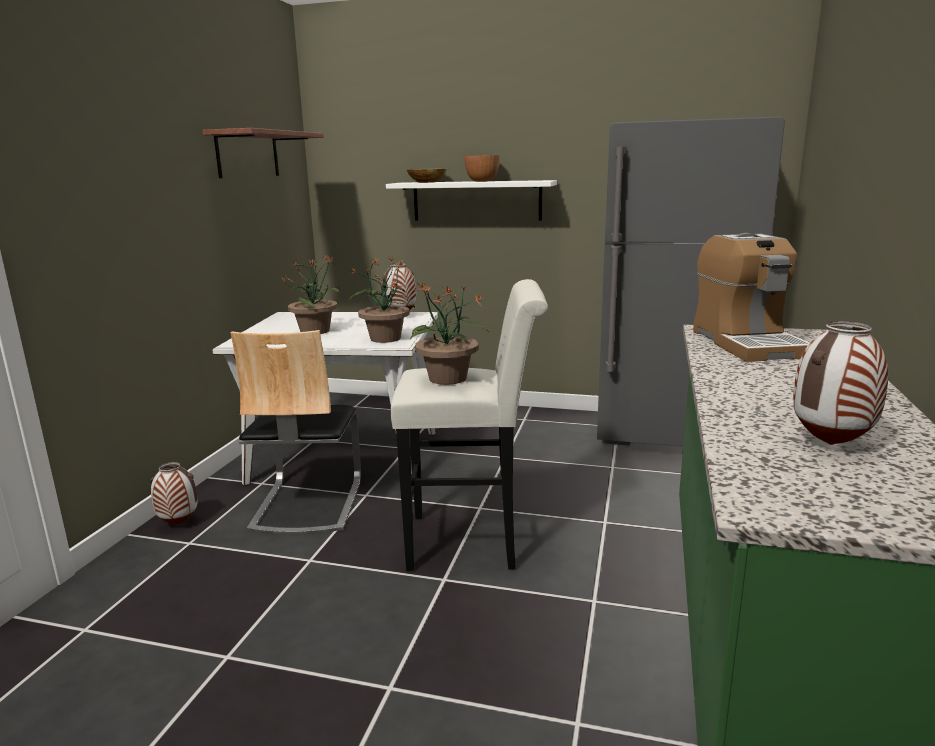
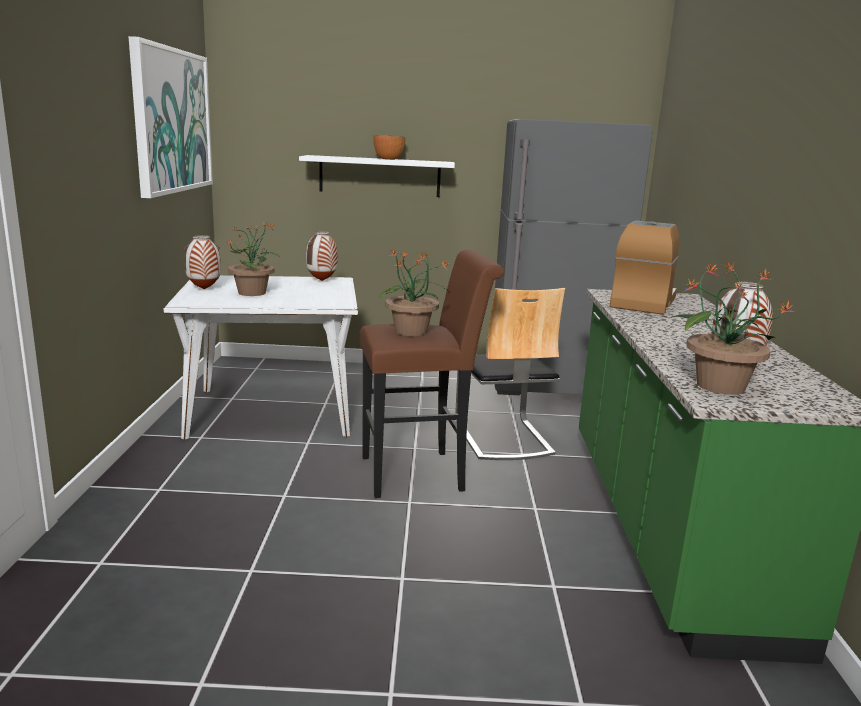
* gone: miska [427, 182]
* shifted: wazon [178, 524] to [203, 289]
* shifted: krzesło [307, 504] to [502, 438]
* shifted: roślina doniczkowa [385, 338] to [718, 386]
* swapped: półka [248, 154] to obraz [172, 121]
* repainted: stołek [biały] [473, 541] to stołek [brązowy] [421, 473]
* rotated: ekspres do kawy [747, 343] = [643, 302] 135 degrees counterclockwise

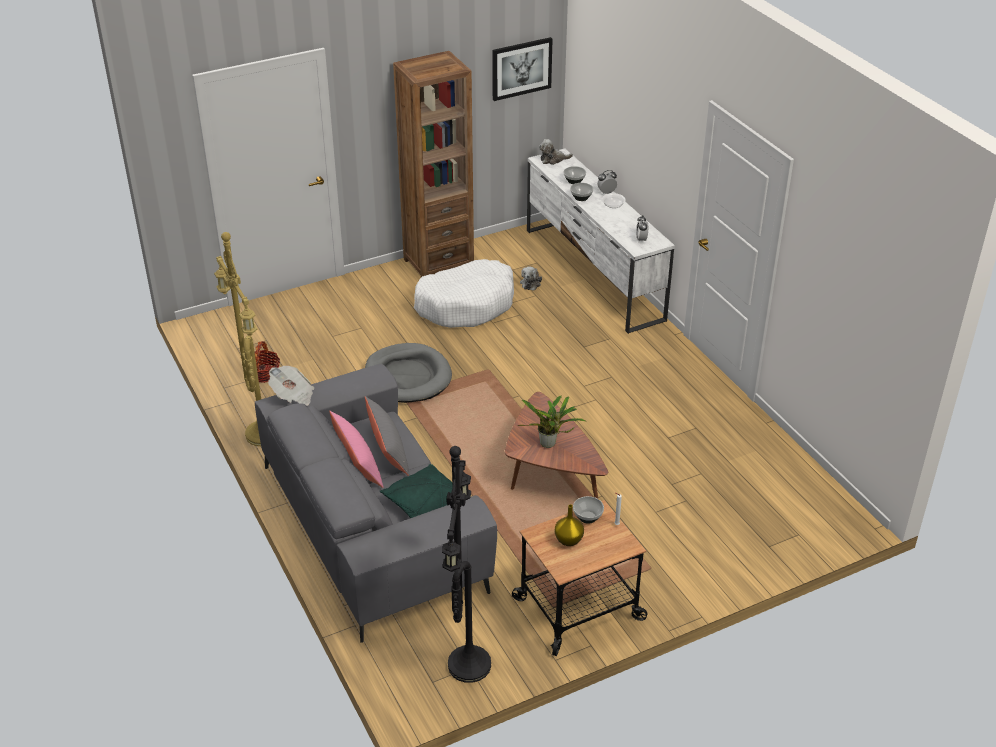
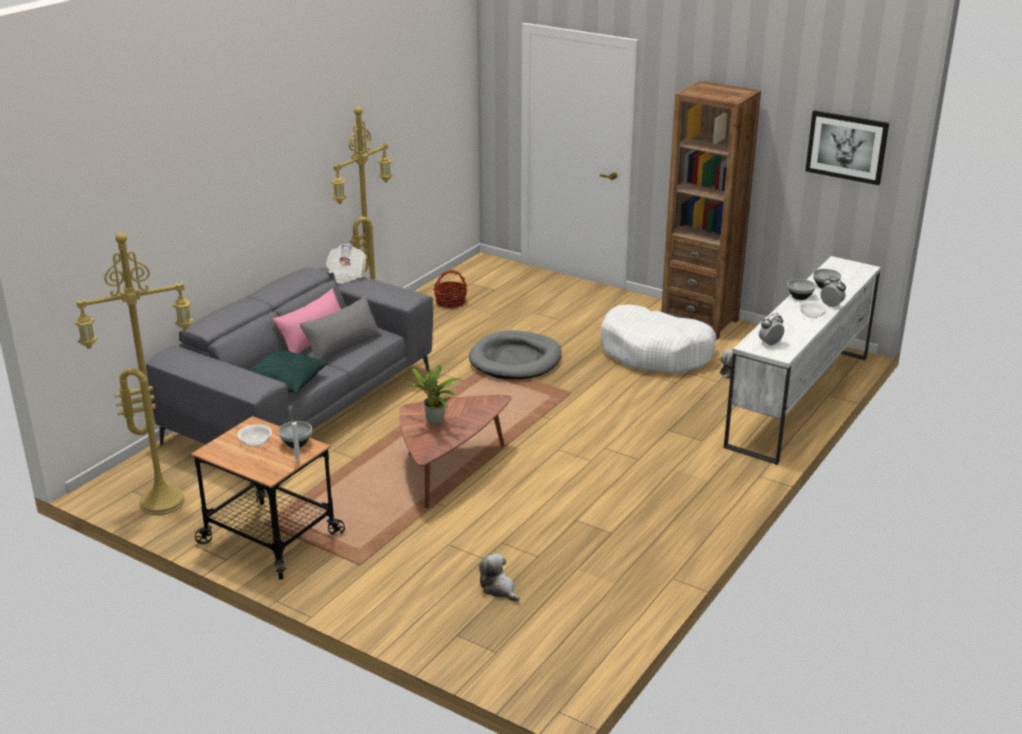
* shifted: pluszak [553, 159] to [499, 589]
* swapped: wazon [żółty] [568, 540] to miska [255, 442]
* repainted: lampa stojąca [czarny] [466, 663] to lampa stojąca [żółty] [163, 500]

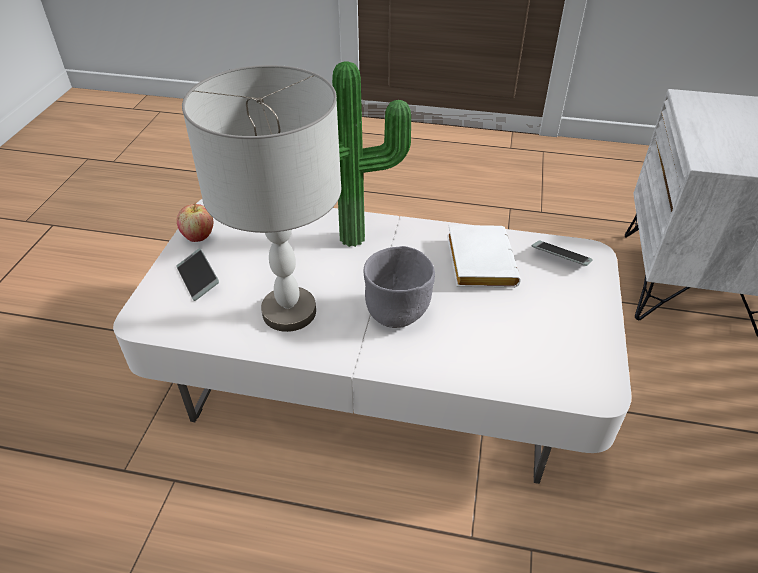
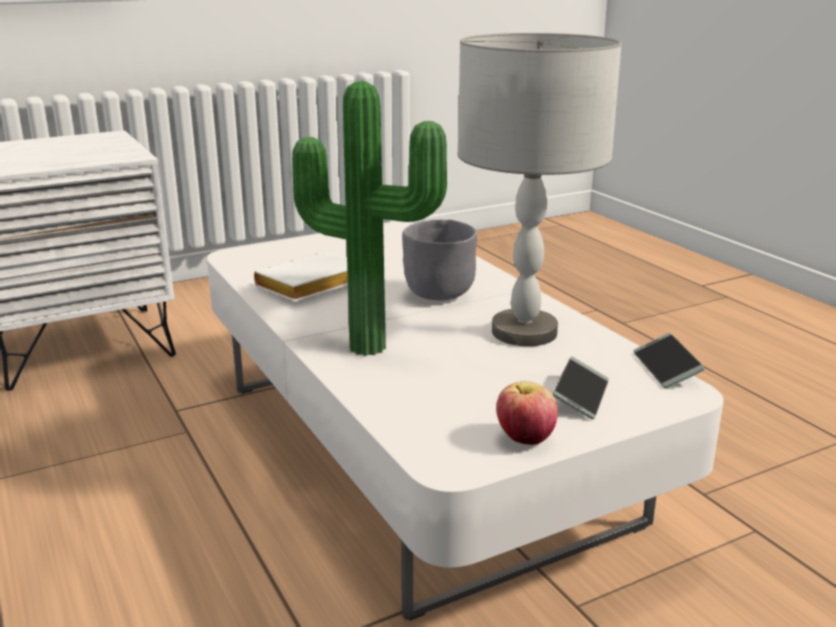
* shifted: telefon [560, 258] to [666, 368]

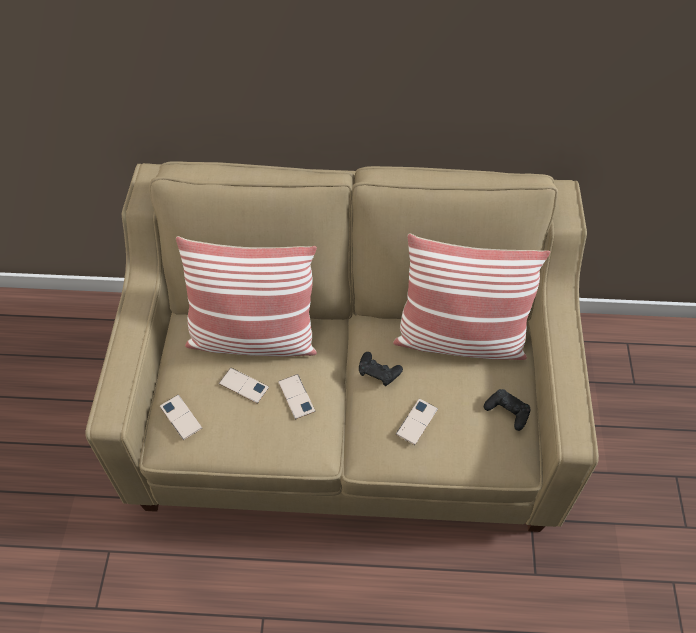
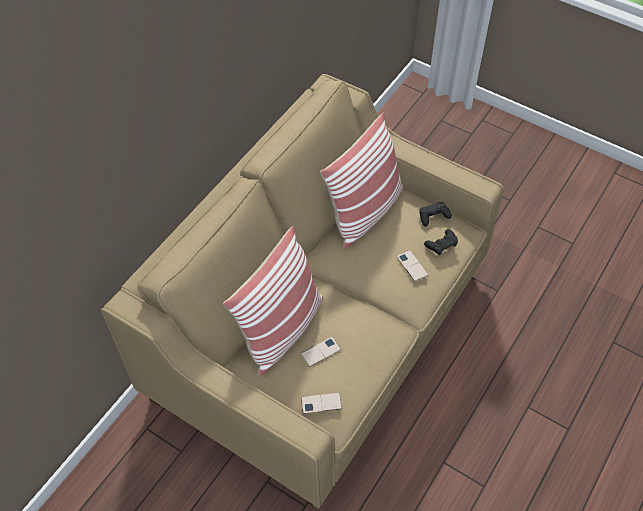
* gone: telefon [296, 396]
* shifted: pad do gier [czarny] [378, 371] to [441, 244]

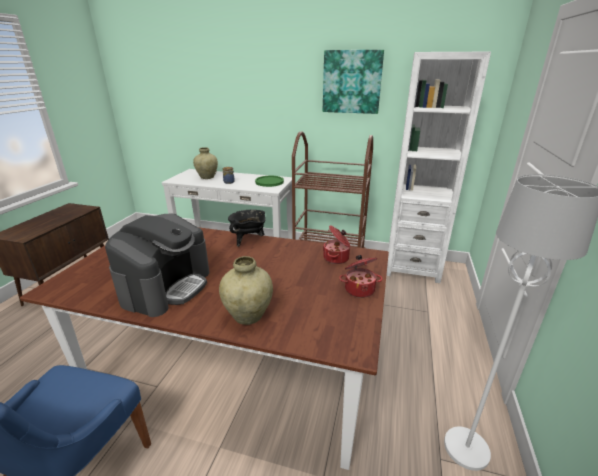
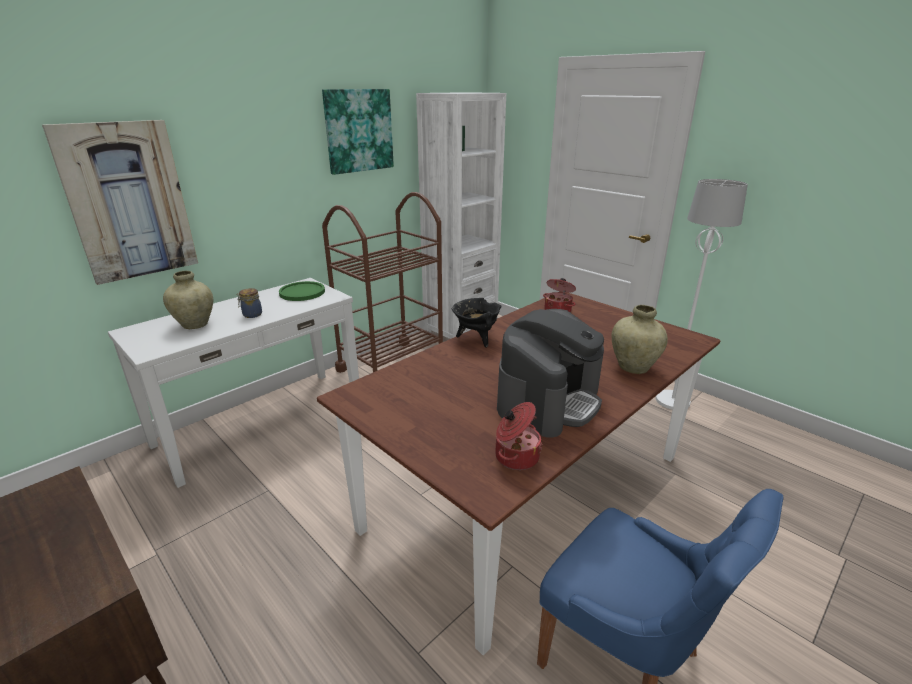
* new: obraz [128, 201]
* shifted: garnek [359, 289] to [515, 456]
* rotated: ekspres do kawy [167, 286] = [549, 401] 75 degrees clockwise

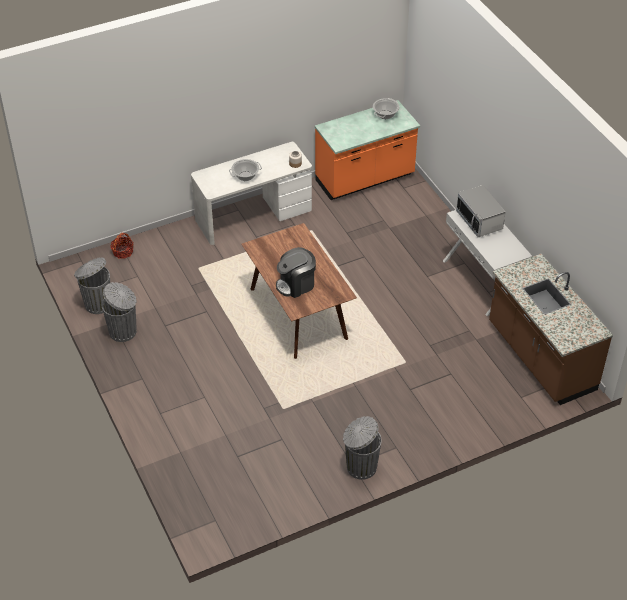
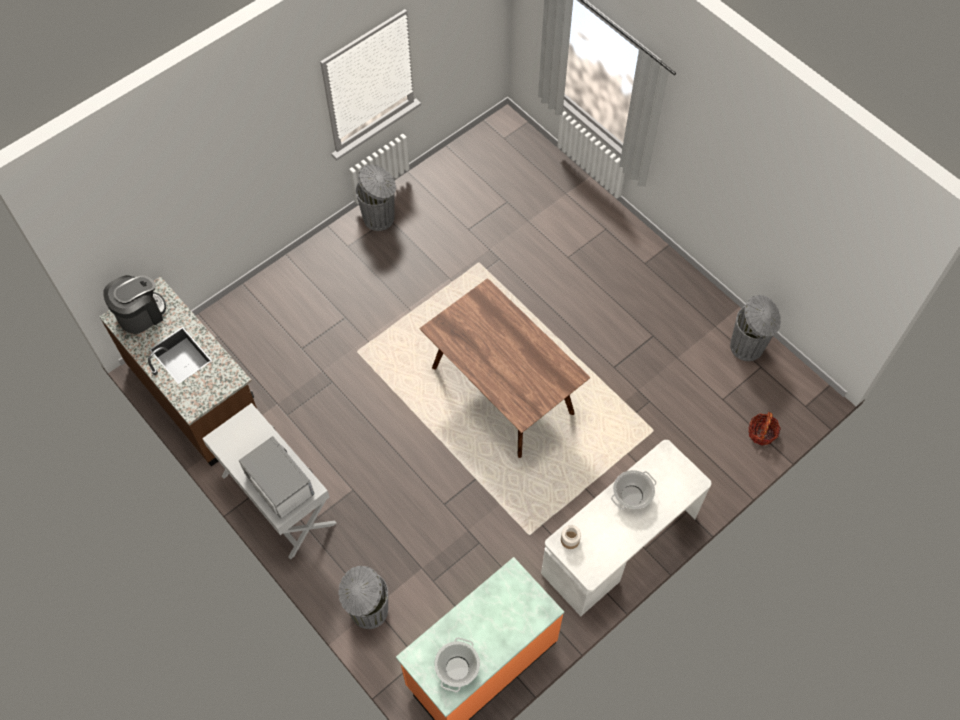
* shifted: kosz na śmieci [szary] [124, 331] to [368, 611]
* shifted: ekspres do kawy [296, 284] to [140, 314]

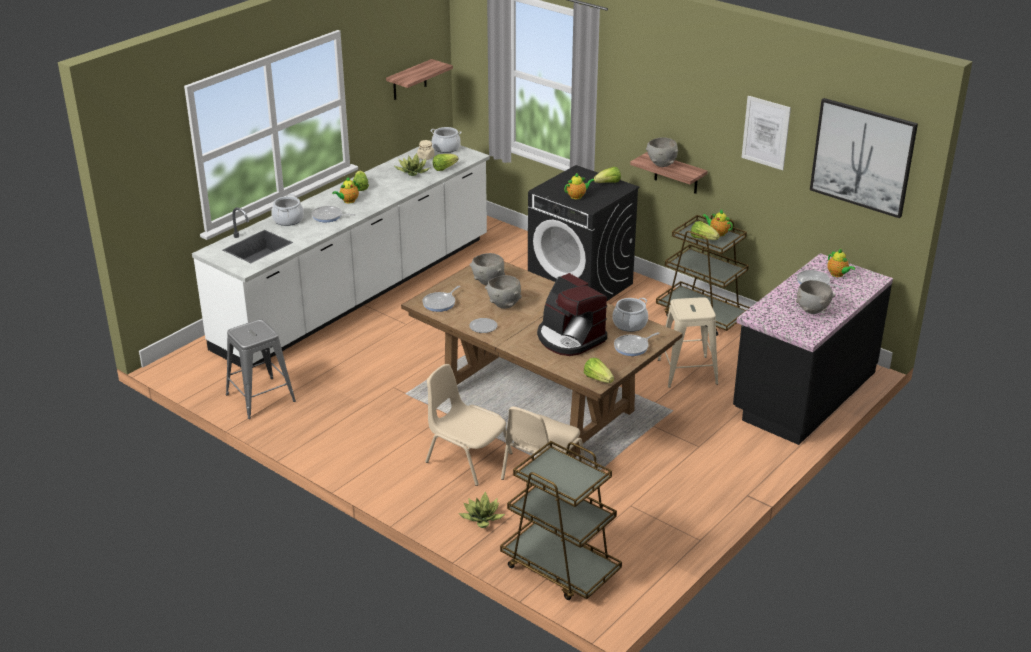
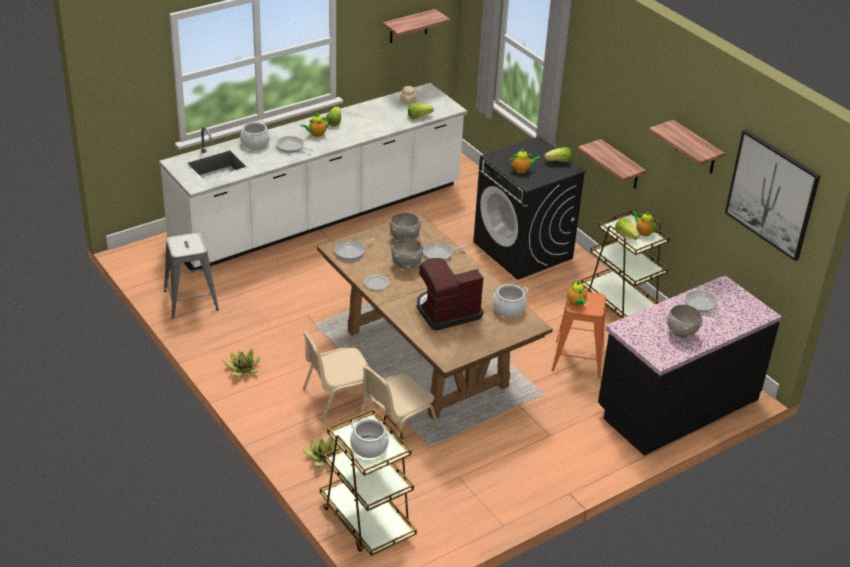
* gone: sałata [598, 379]
* gone: miska [szary] [661, 164]
* shifted: roślina doniczkowa [412, 172] to [242, 369]
* shifted: garnek [446, 148] to [369, 447]
* shifted: patelnia [633, 347] to [439, 254]
* shifted: imbryk [838, 275] to [576, 303]
* swapped: obraz [766, 132] to półka [696, 148]
* repainted: stołek [beżowy] [687, 372] to stołek [pomarańczowy] [577, 359]
* rotated: krzesło [beżowy] [467, 458] = [338, 397] 75 degrees counterclockwise
* rotated: ekspres do kawy [569, 338] = [447, 311] 90 degrees clockwise

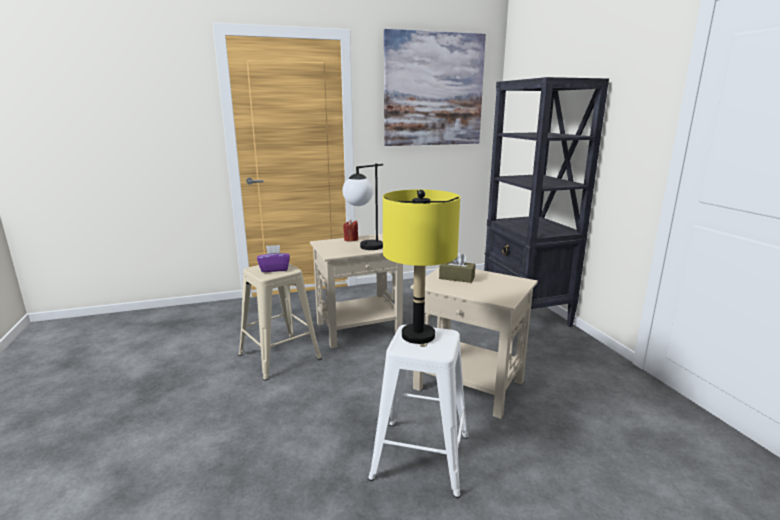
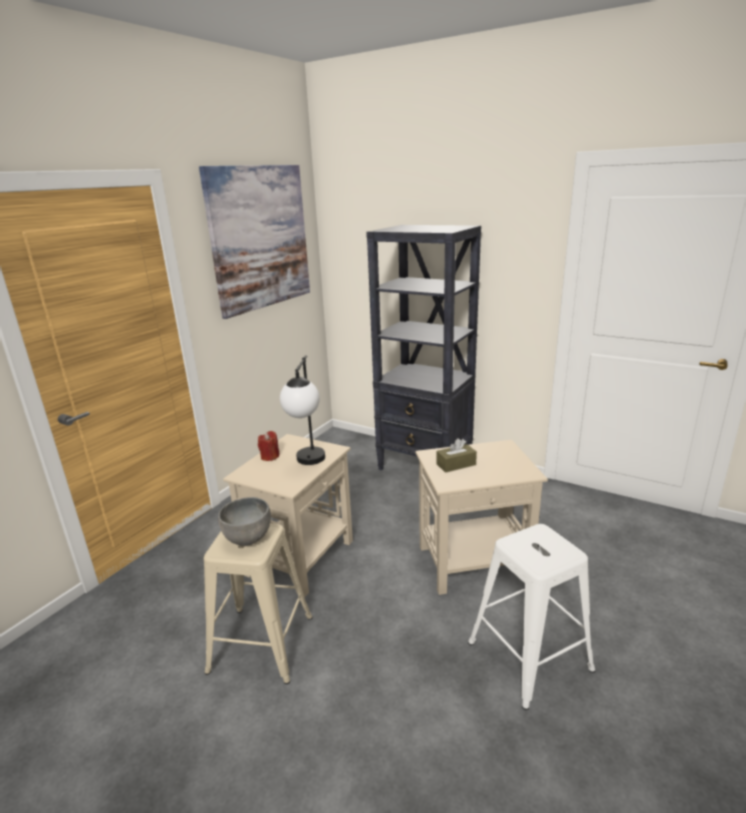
* gone: lampa stołowa [żółty] [418, 335]
* swapped: pudełko chusteczek [fioletowy] [274, 269] to miska [szary] [248, 539]

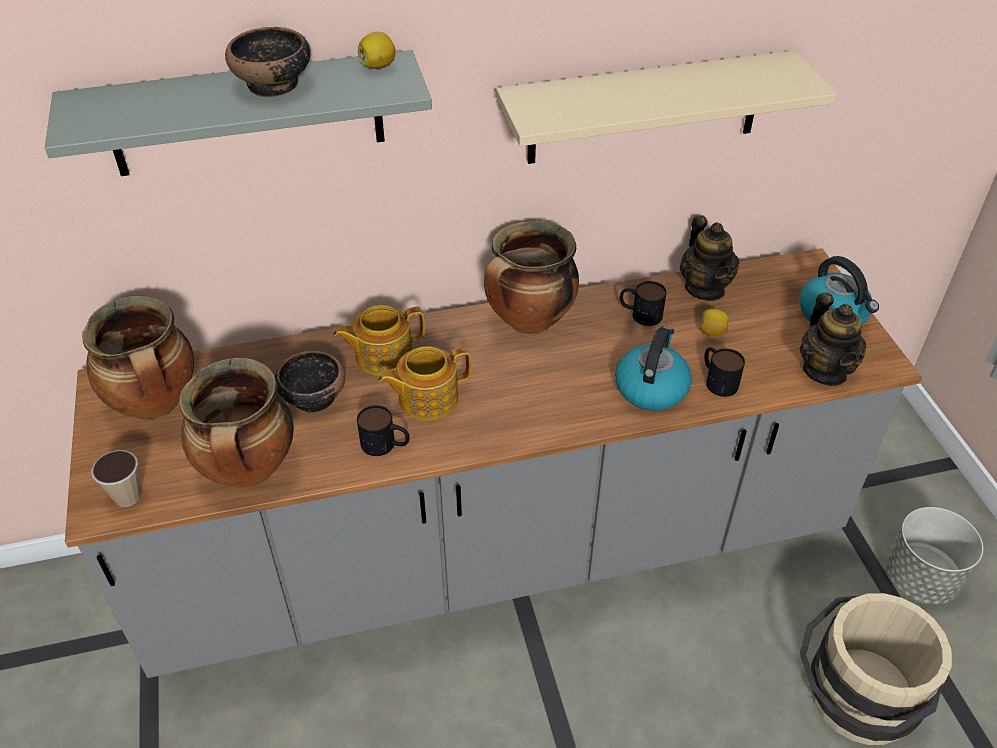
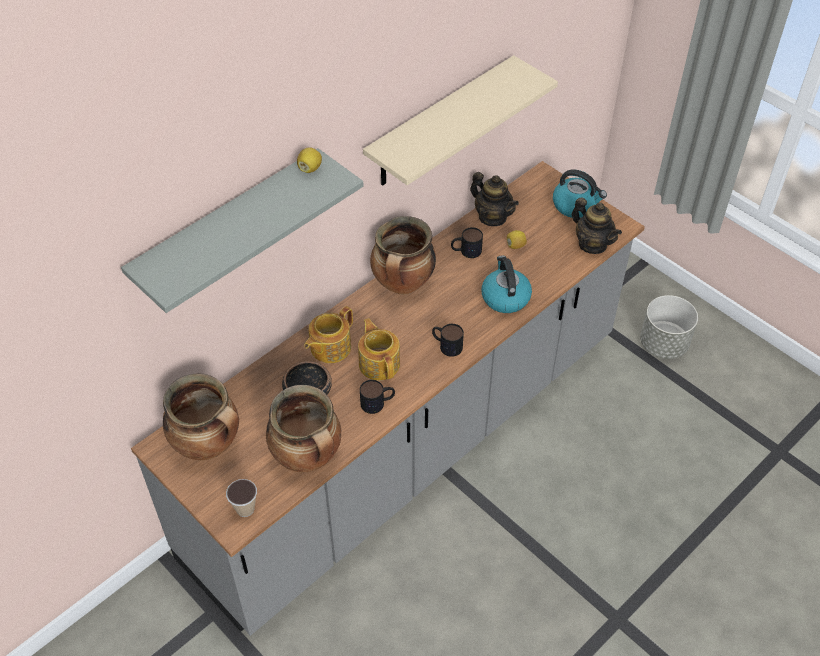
* gone: miska [273, 84]
* gone: wiadro [beżowy] [853, 702]
* shifted: kubek [717, 379] to [446, 345]
* rotated: imbryk [426, 398] = [379, 363] 120 degrees clockwise

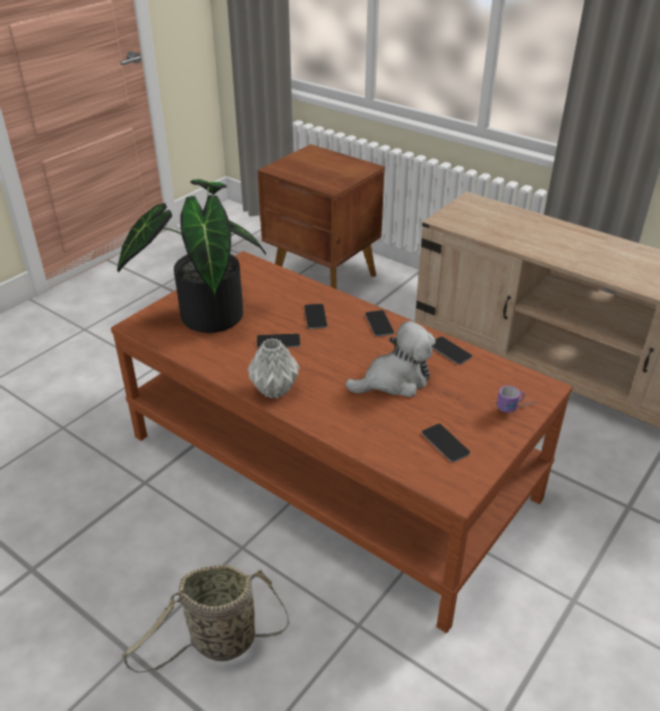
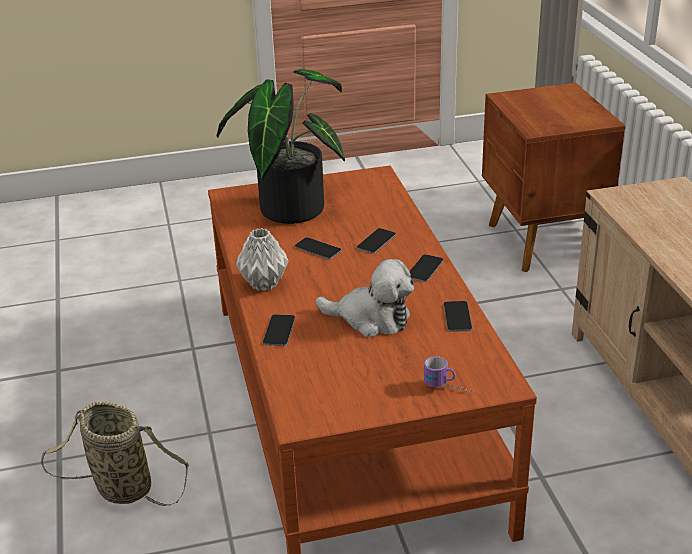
* shifted: telefon [445, 443] to [279, 330]

